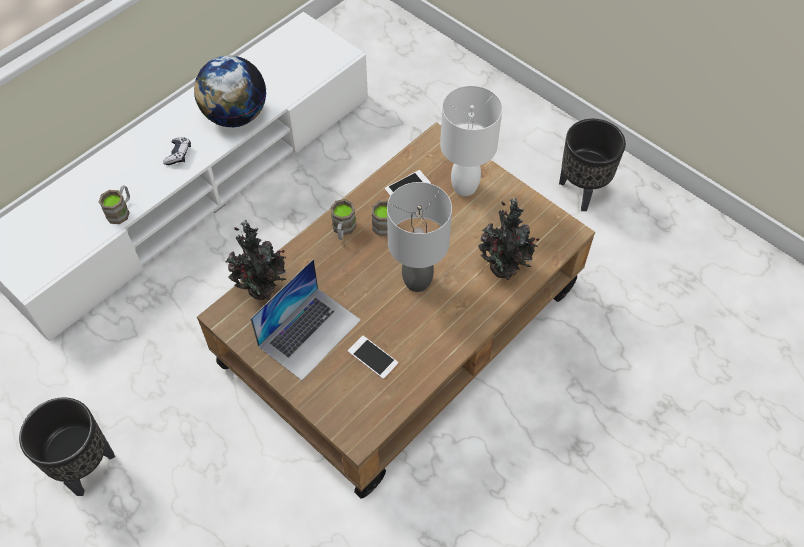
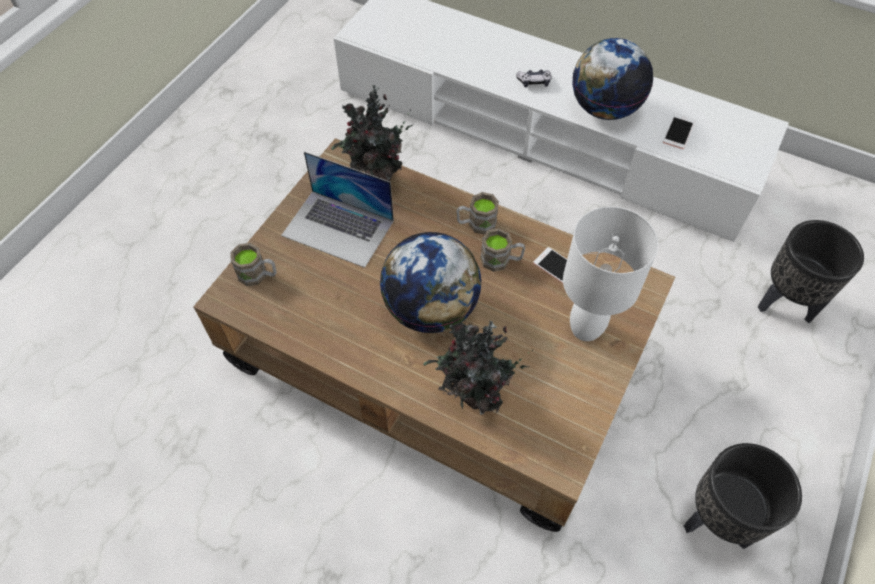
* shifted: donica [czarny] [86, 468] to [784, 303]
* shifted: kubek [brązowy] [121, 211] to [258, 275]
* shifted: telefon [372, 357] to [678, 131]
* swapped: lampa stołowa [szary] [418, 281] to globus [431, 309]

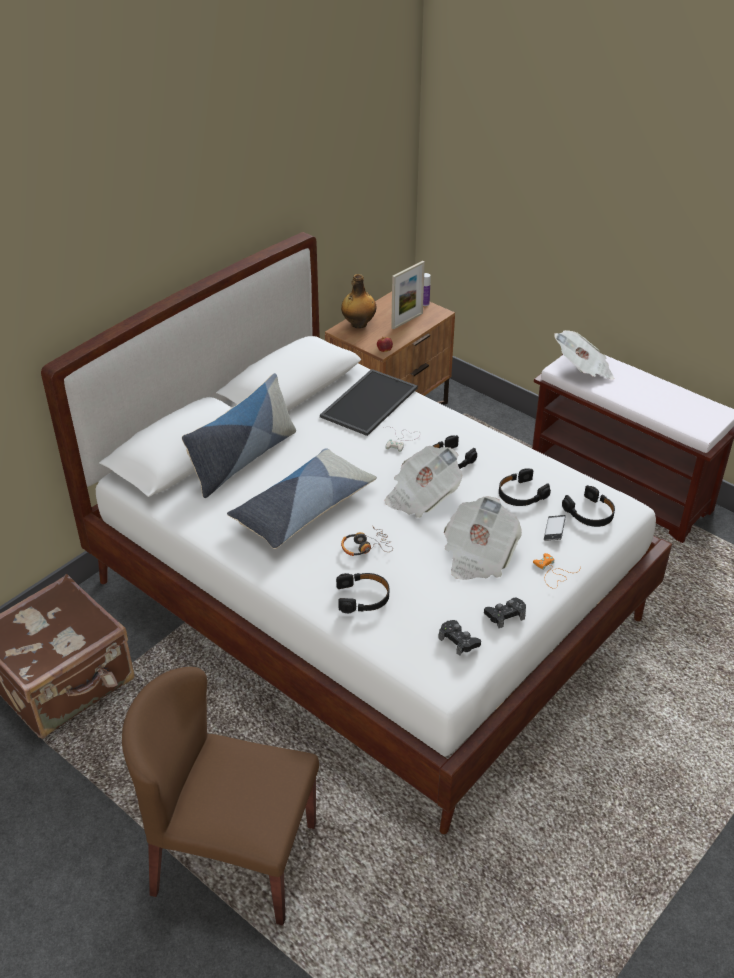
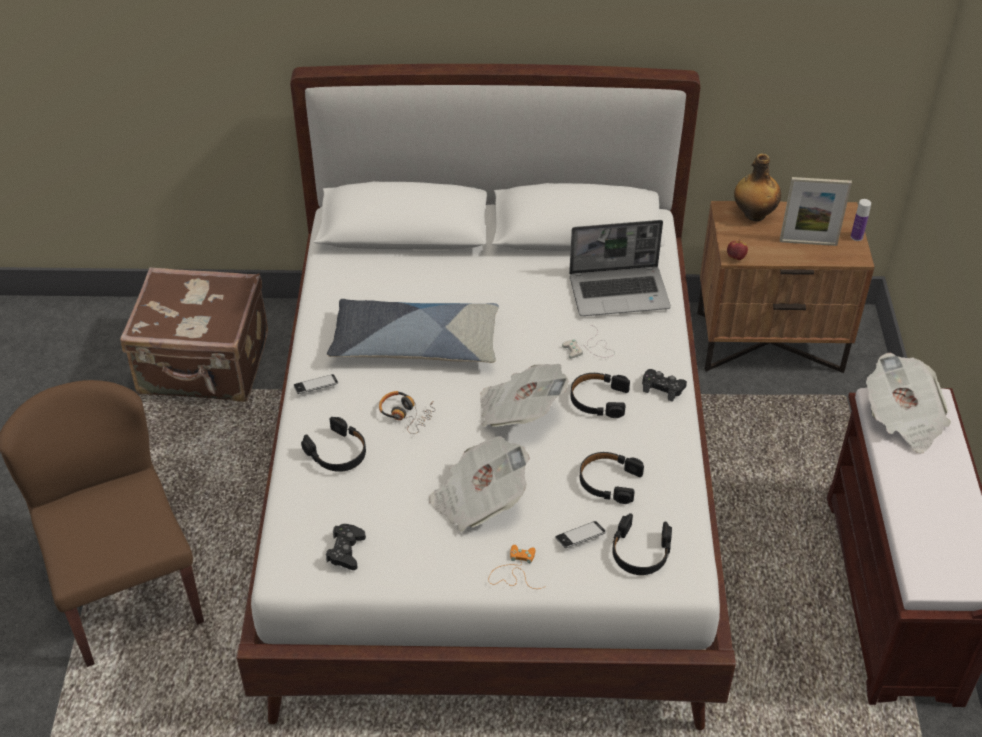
* gone: poduszka [243, 459]
* new: telefon [316, 387]
* shifted: pad do gier [czarny] [505, 615] to [663, 388]
* swapped: taca [368, 401] to laptop [620, 292]

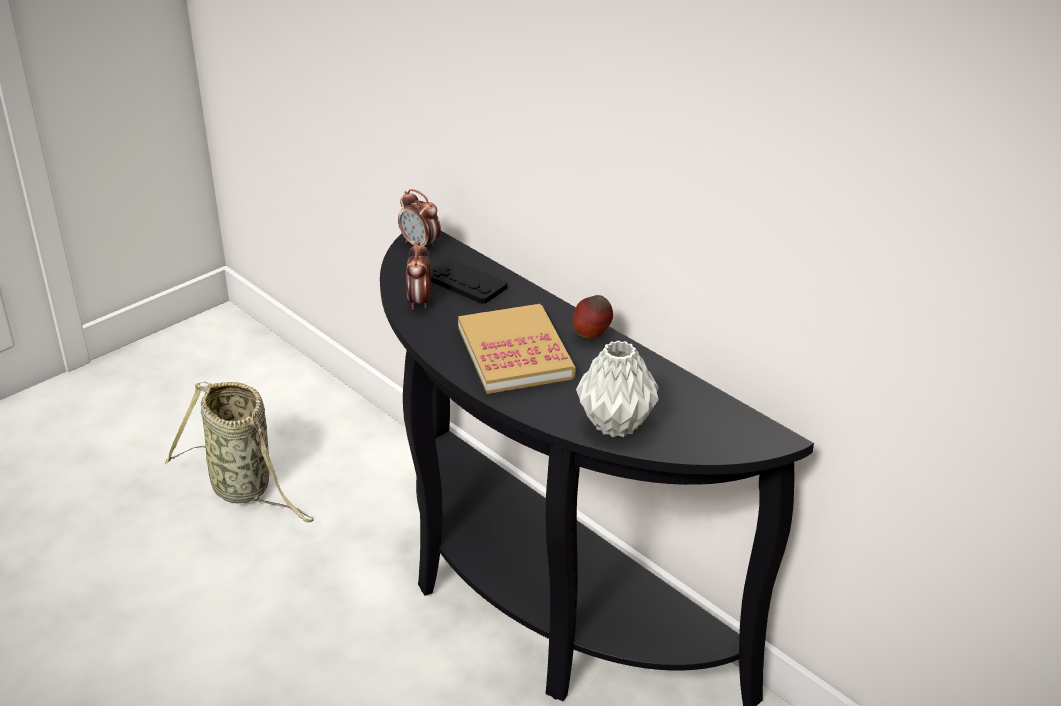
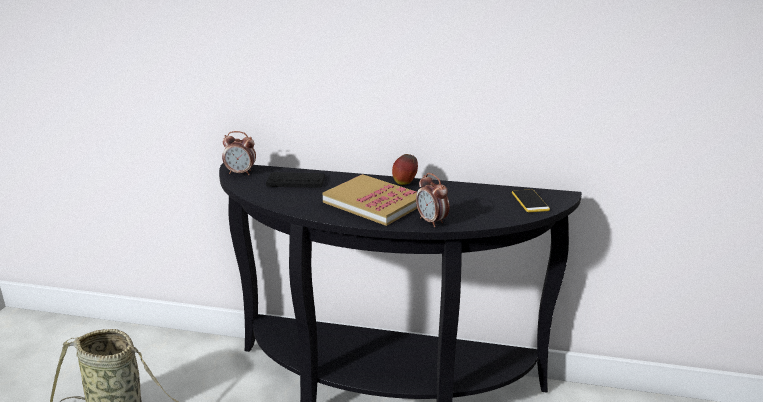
* gone: wazon [szary] [617, 425]
* new: telefon [530, 201]
* shifted: budzik [420, 302] to [432, 221]

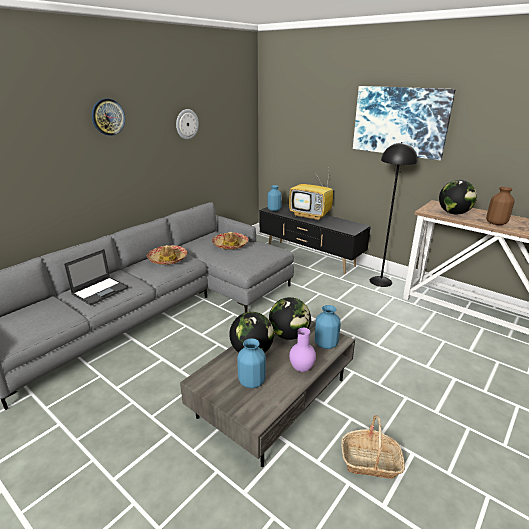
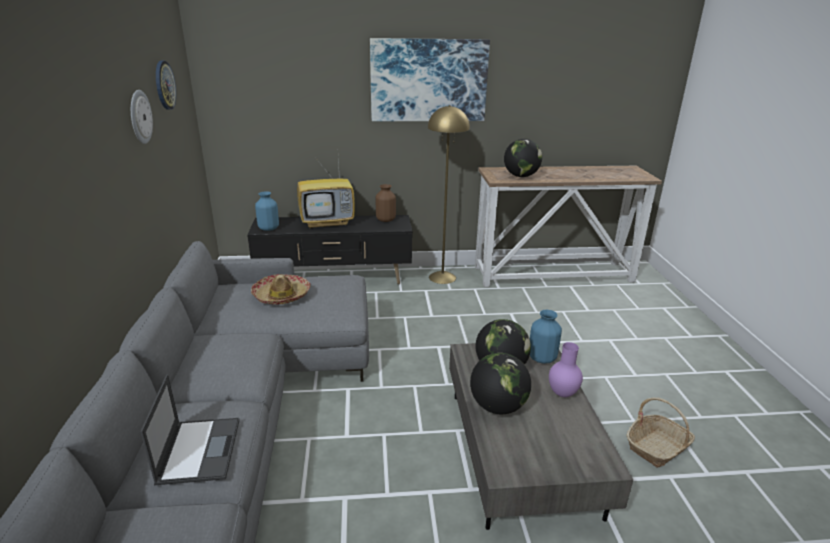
* gone: kapelusz [167, 259]
* gone: wazon [niebieski] [251, 382]
* shifted: zegar ścienny [108, 117] to [164, 85]
* shifted: wazon [brązowy] [496, 223] to [385, 220]
* repainted: lampa stojąca [czarny] [381, 281] to lampa stojąca [żółty] [442, 277]

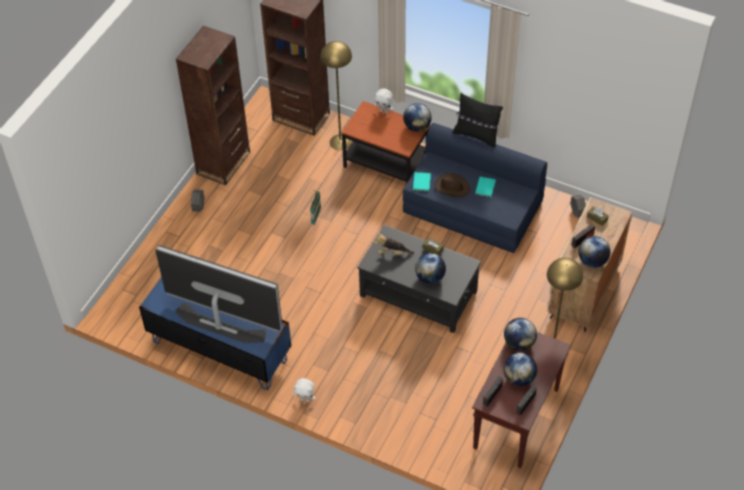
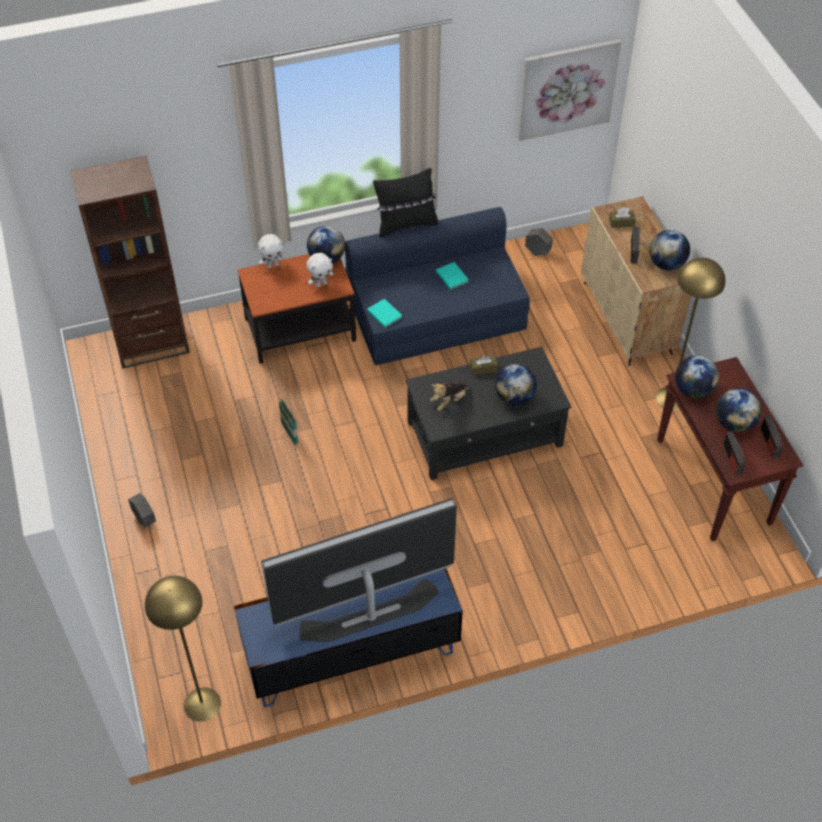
* gone: regał [brązowy] [223, 163]
* gone: kapelusz [brązowy] [452, 187]
* new: obraz [567, 89]
* shifted: pluszak [biały] [305, 399] to [321, 284]
* shifted: lampa stojąca [żółty] [340, 142] to [202, 704]

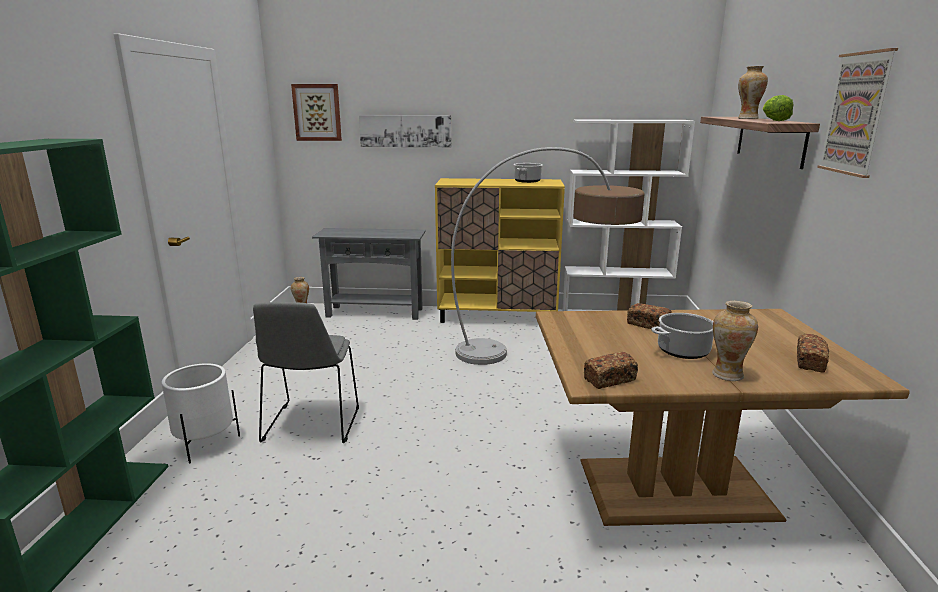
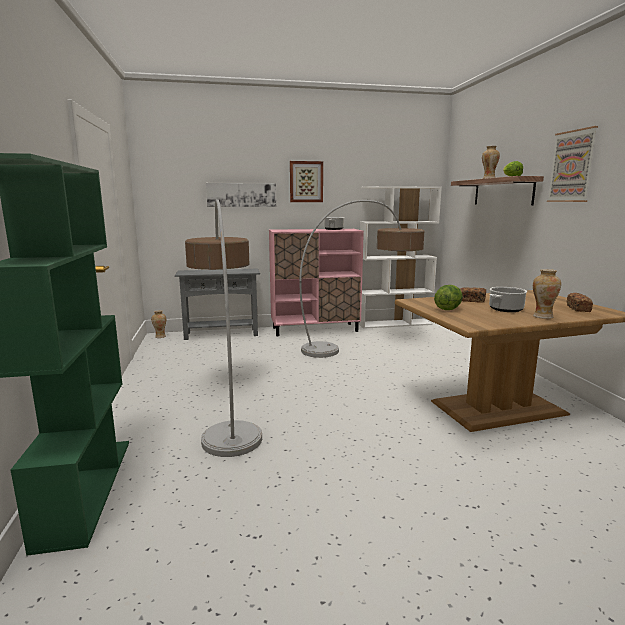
* gone: donica [biały] [205, 444]
* gone: chleb [609, 380]
* new: sałata [448, 309]
* shifted: obraz [317, 112] to [306, 182]
* swapped: krzesło [szary] [311, 425] to lampa stojąca [227, 404]
* repainted: szafka [żółty] [498, 316] to szafka [różowy] [315, 329]

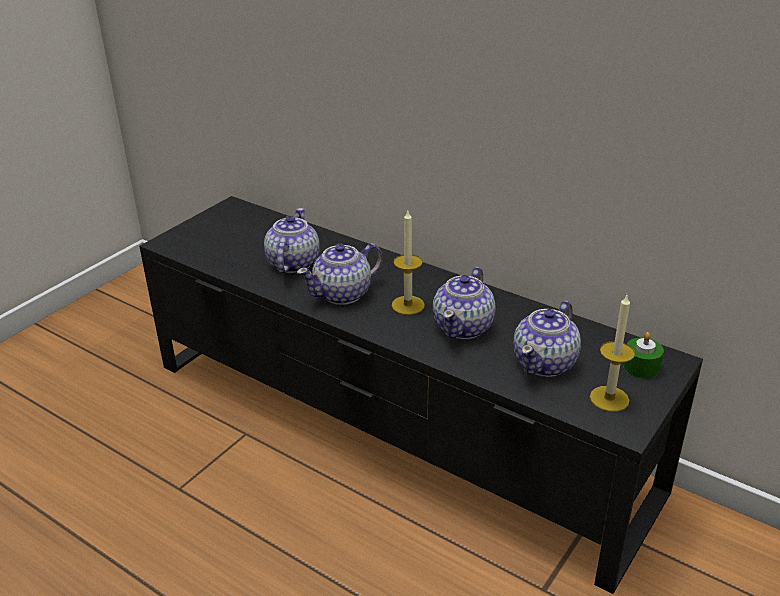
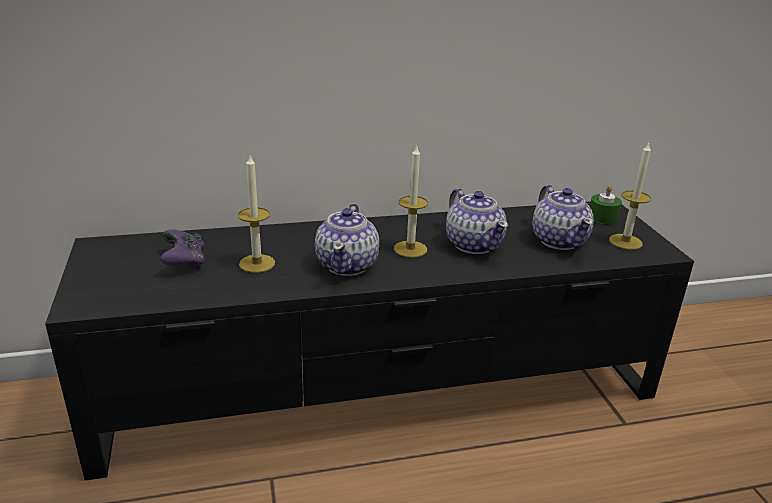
* new: pad do gier [fioletowy] [185, 263]
* swapped: imbryk [292, 263] to świeca [257, 263]

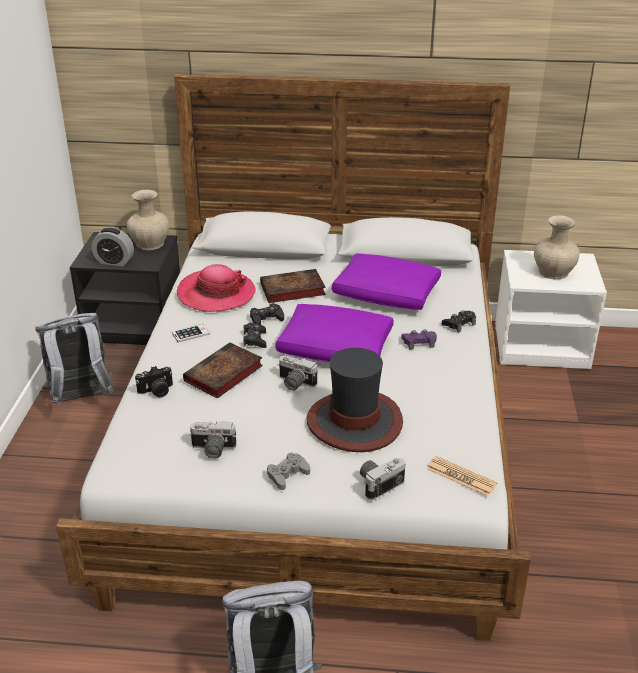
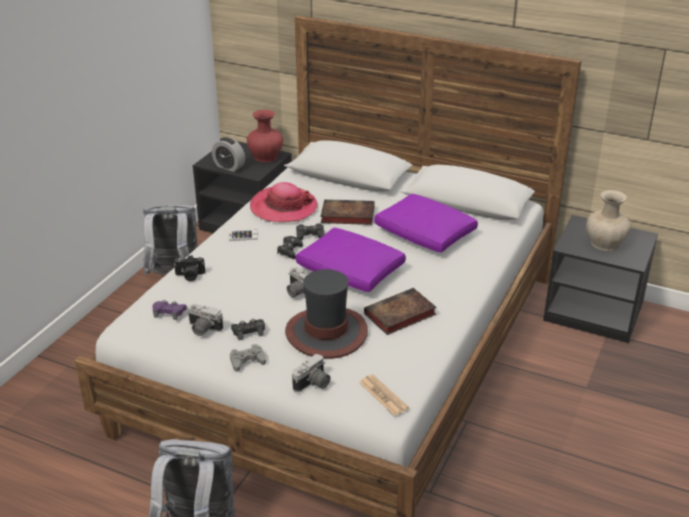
* shifted: książka [223, 375] to [399, 315]
* shifted: pad do gier [fioletowy] [419, 342] to [169, 312]
* shifted: pad do gier [czarny] [459, 324] to [248, 332]
* repainted: wazon [beżowy] [149, 243] to wazon [czerwony] [265, 156]
* repainted: szafka nocna [biały] [542, 345] to szafka nocna [czarny] [594, 312]
* rotated: aparat fotograficzny [379, 483] = [313, 384] 150 degrees clockwise

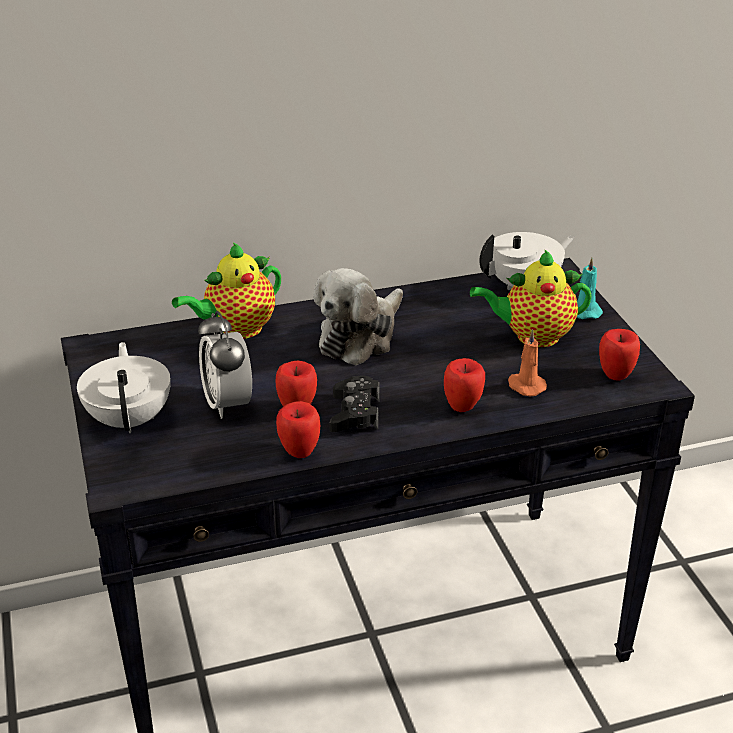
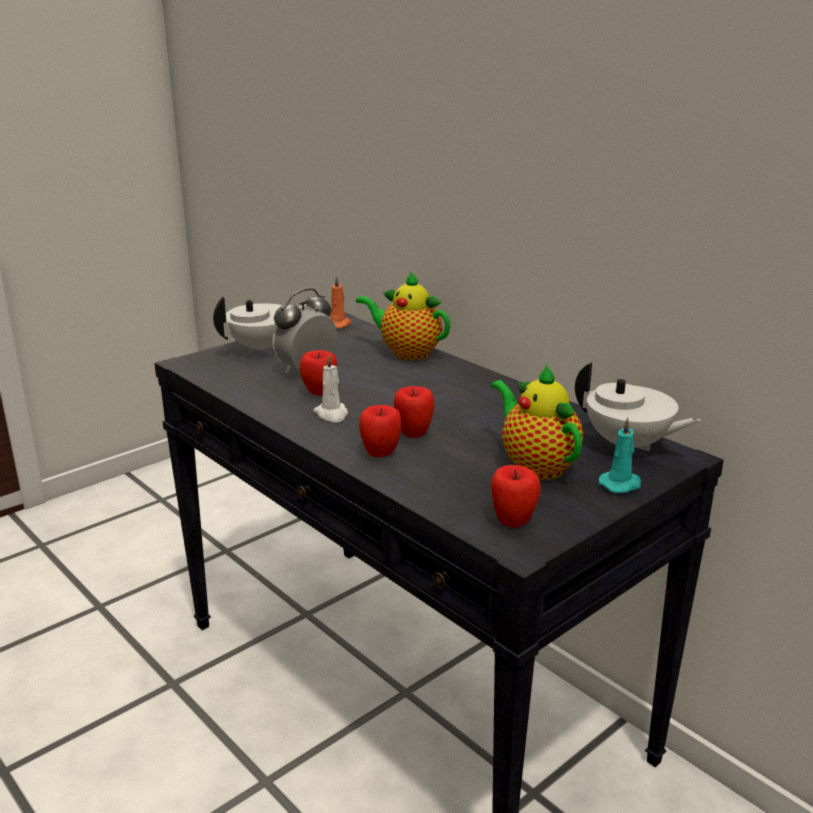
* gone: pluszak [360, 336]
* shifted: jabłko [299, 451] to [413, 433]
* shifted: świeca [pomarańczowy] [525, 386] to [338, 324]
* swapped: pad do gier [czarny] [355, 413] to świeca [biały] [332, 414]

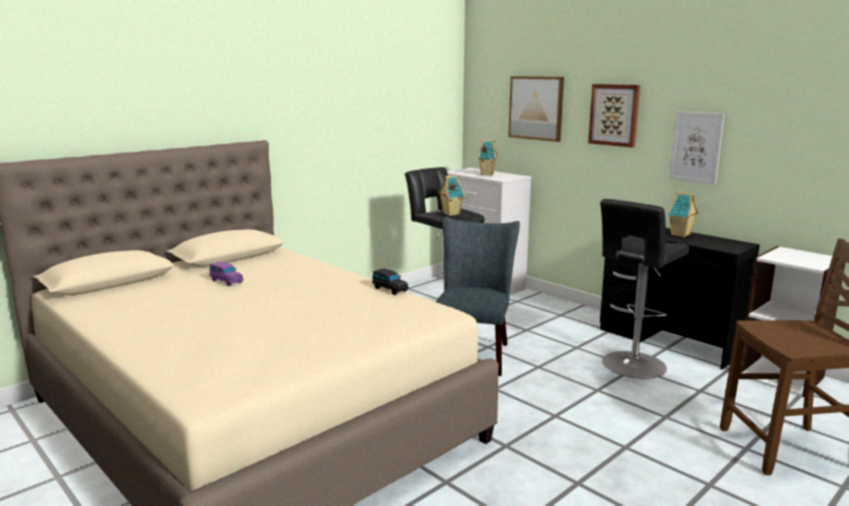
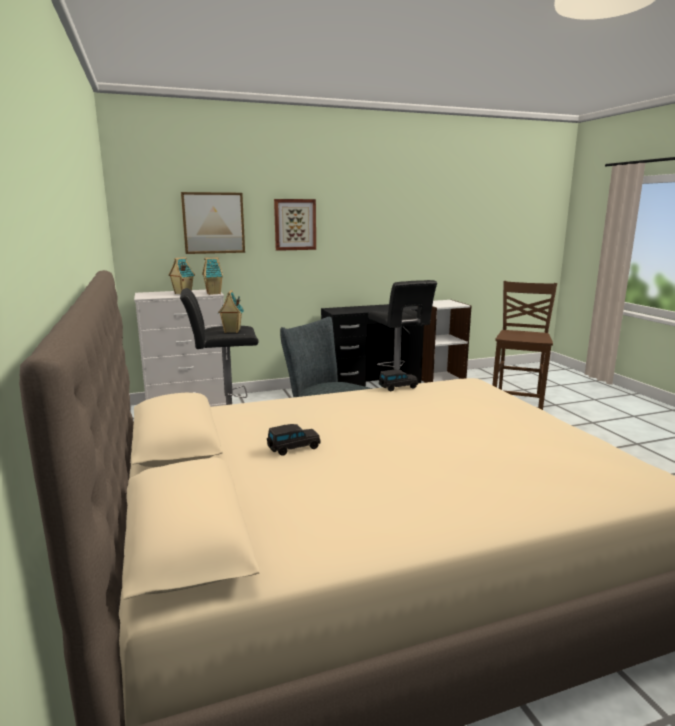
* gone: obraz [696, 147]
* shifted: domek [681, 235] to [214, 293]
* repainted: samochodzik [fioletowy] [226, 281] to samochodzik [czarny] [293, 448]

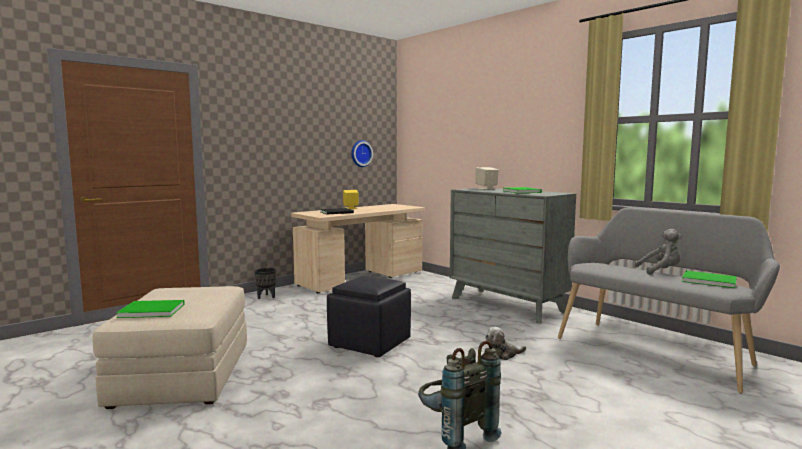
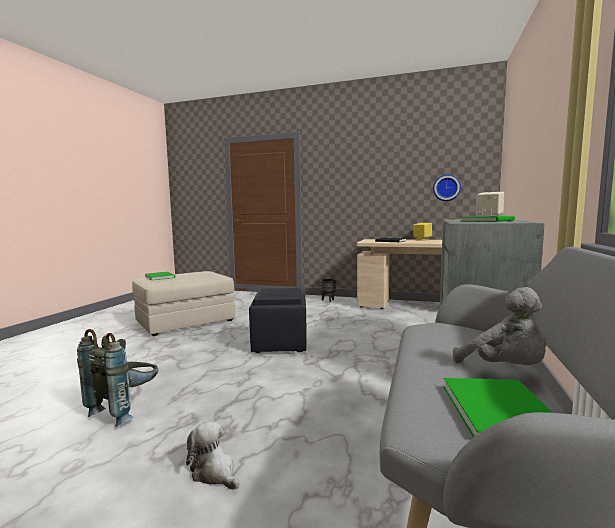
* shifted: pluszak [503, 355] to [214, 472]

